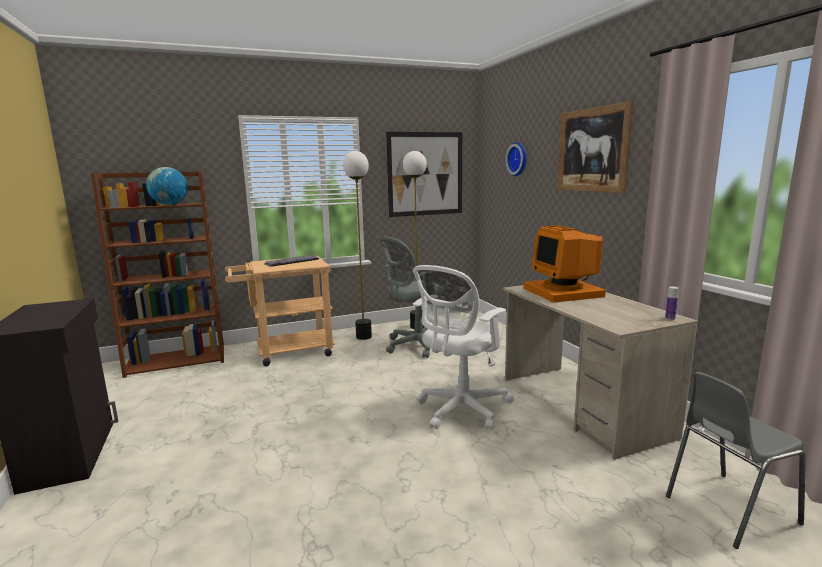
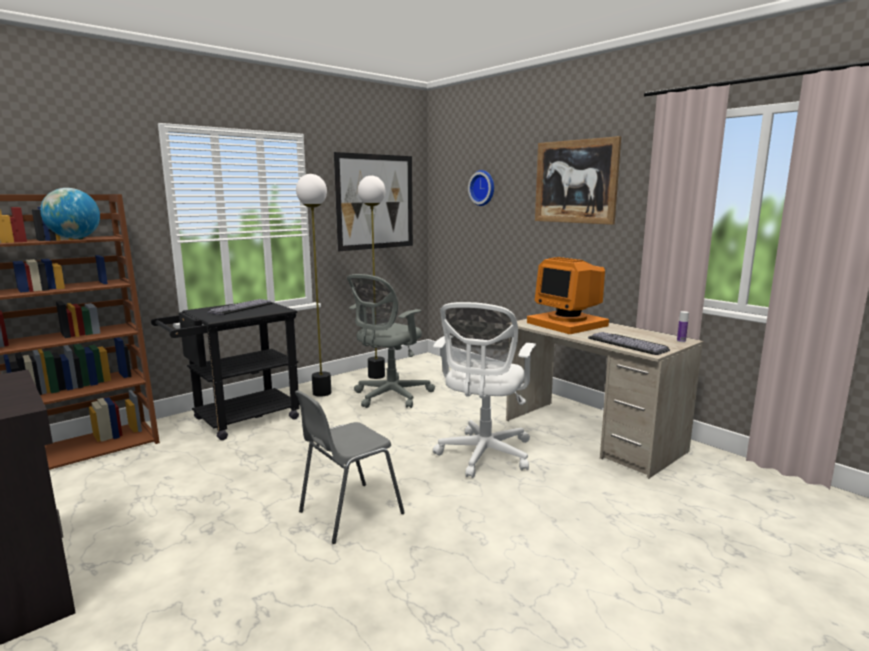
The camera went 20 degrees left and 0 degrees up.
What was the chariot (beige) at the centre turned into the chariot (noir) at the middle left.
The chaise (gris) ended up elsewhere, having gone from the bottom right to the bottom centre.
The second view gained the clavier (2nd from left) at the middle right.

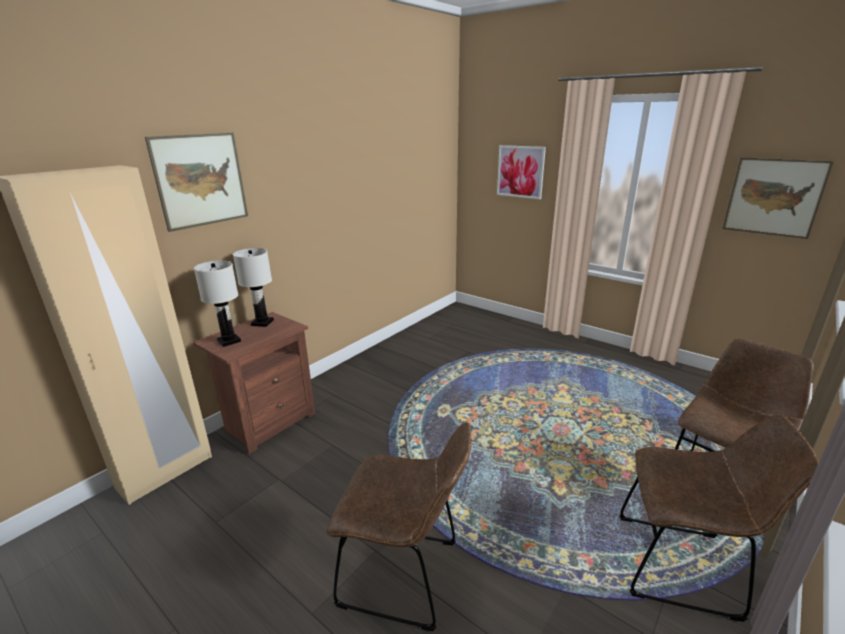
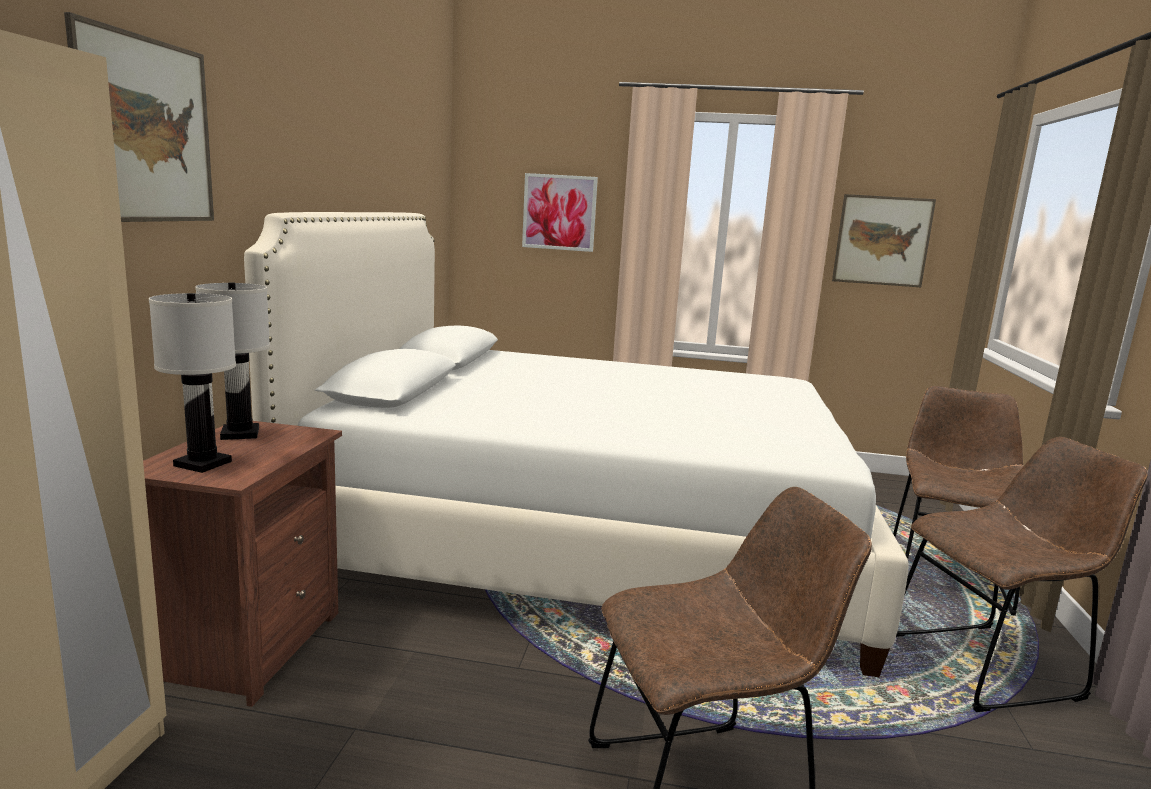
The camera went 30 degrees left and 10 degrees down.
The second view gained the lit (blanc) at the centre.

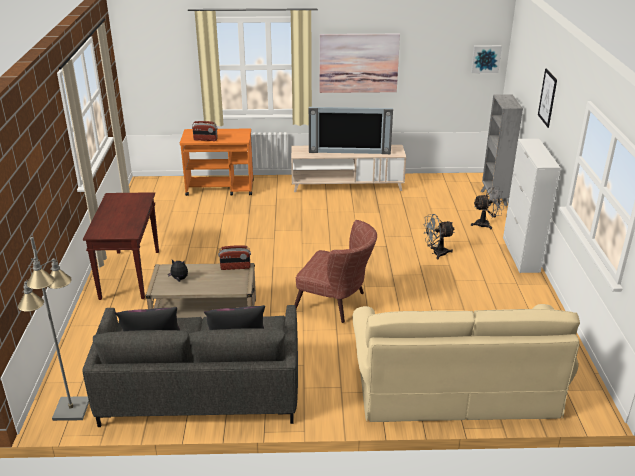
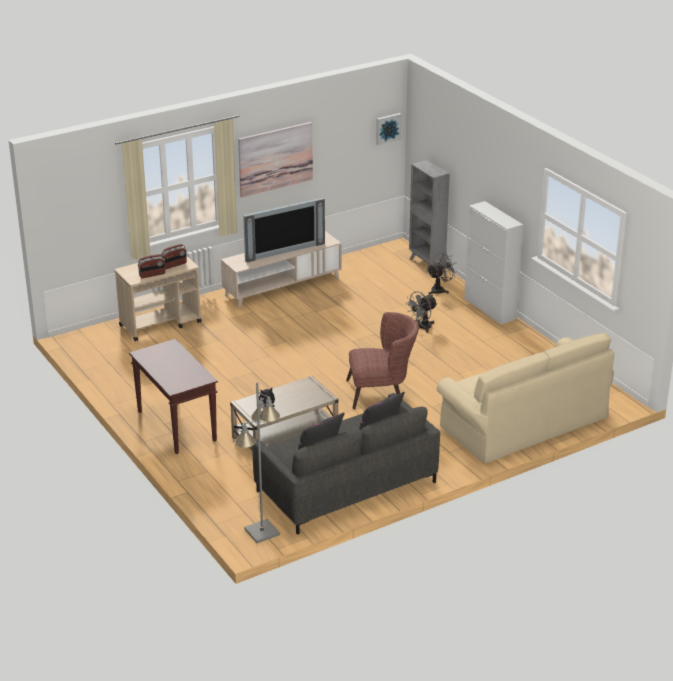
The camera went 30 degrees left and 0 degrees up.
What was the chariot (orange) at the centre turned into the chariot (beige) at the middle left.
The radio (2nd from left) ended up elsewhere, having gone from the centre to the middle left.
The second view lost the tableau (3rd from left) at the top right.

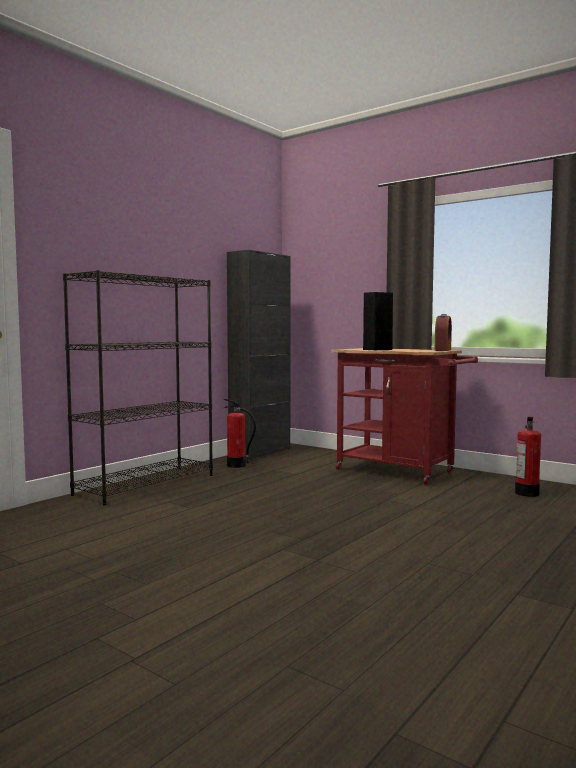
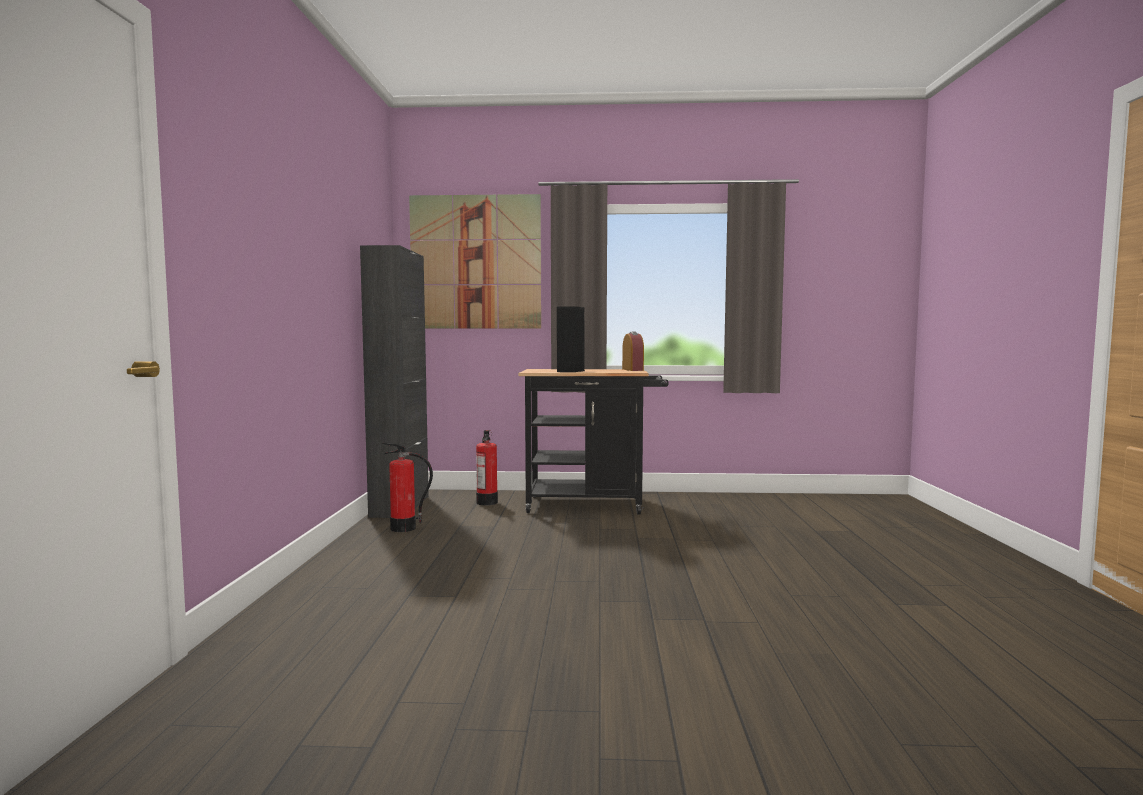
The camera went 35 degrees left and 0 degrees up.
The second view lost the bibliothèque (noir) at the middle left.
What was the chariot (rouge) at the middle right turned into the chariot (noir) at the centre.
The extincteur (2nd from left) ended up elsewhere, having gone from the middle right to the centre.
The second view gained the tableau at the top centre.

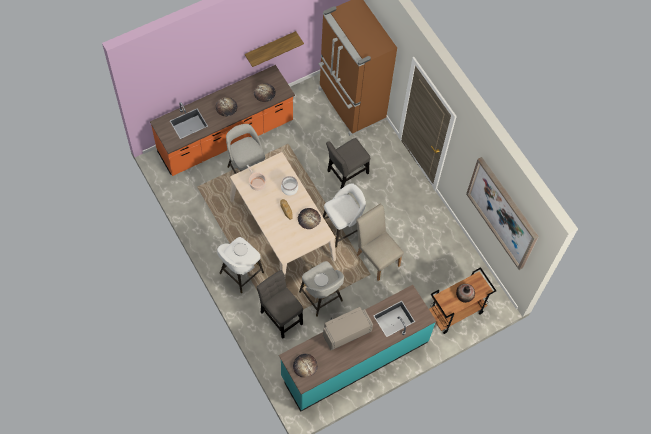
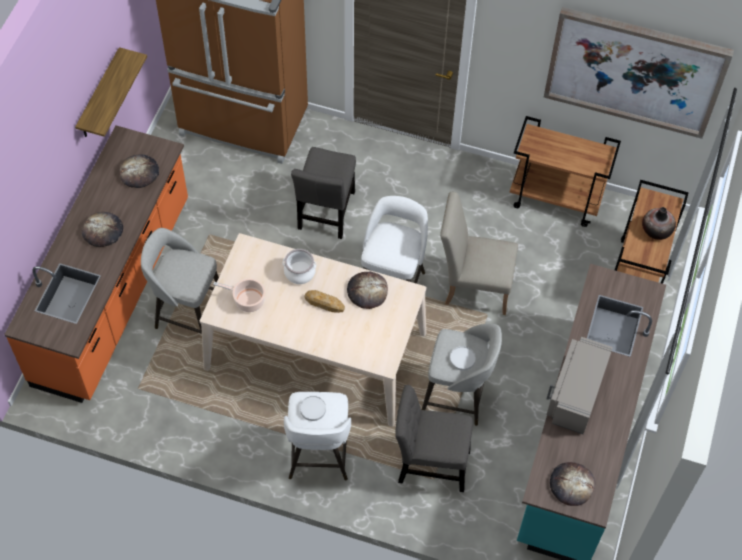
The camera went 40 degrees left and 5 degrees down.
The second view gained the chariot (marron) (1st from left) at the top right.

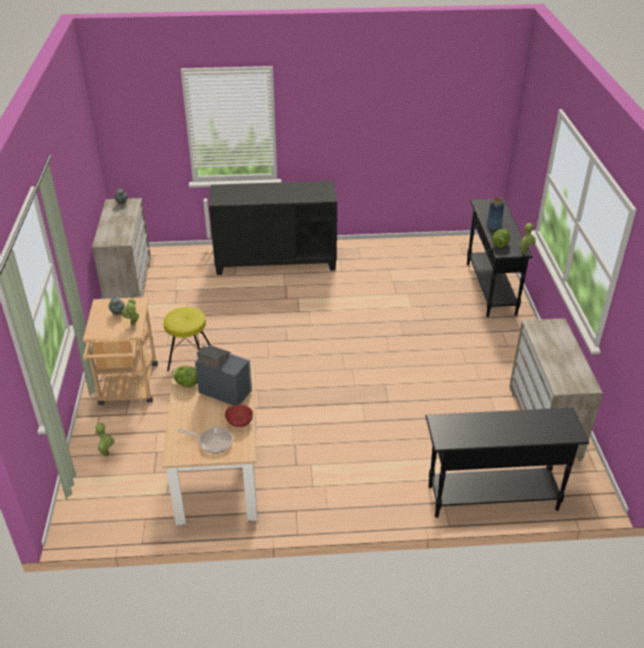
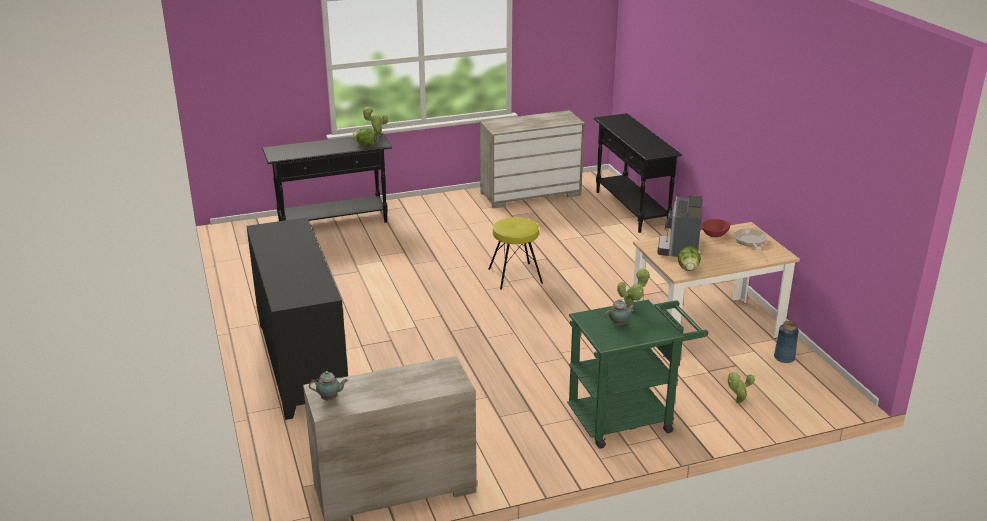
The camera went 105 degrees left and 10 degrees down.
What was the chariot (beige) at the middle left turned into the chariot (vert) at the bottom centre.
The tabouret (jaune) ended up elsewhere, having gone from the middle left to the centre.
The vase (bleu) ended up elsewhere, having gone from the top right to the middle right.

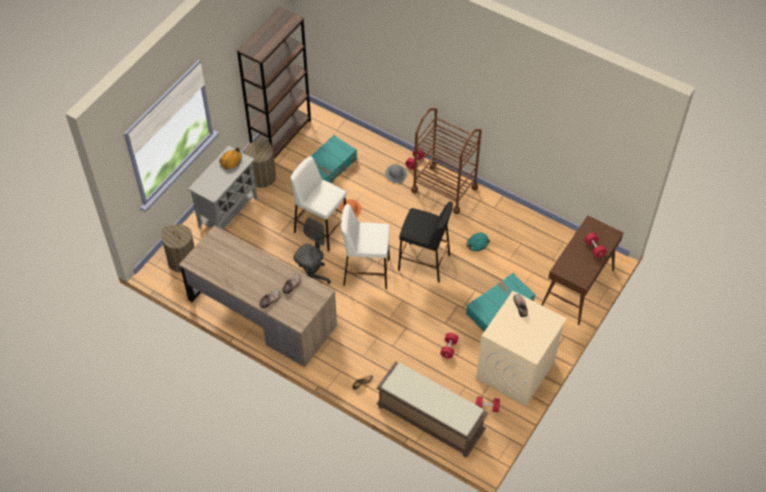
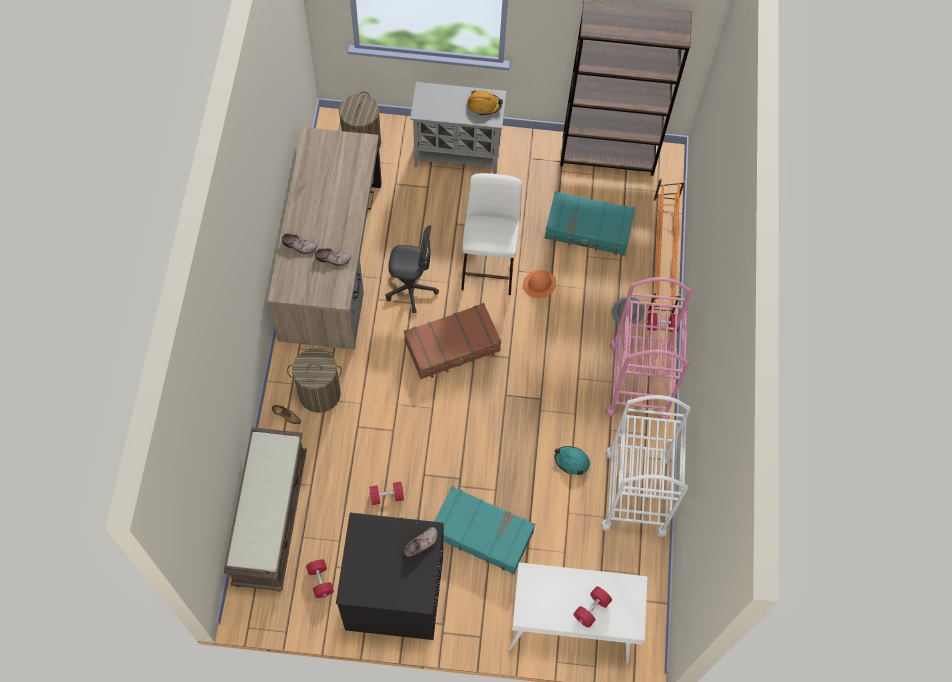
The camera went 60 degrees right and 10 degrees up.
The panier à linge (2nd from left in the first image) ended up elsewhere, having gone from the centre to the middle left.
Where the tabouret (blanc) (2nd from left) stood at the centre, the valise (marron) came to stand at the centre.
The second view lost the tabouret (noir) at the centre.
What was the chariot (marron) at the top centre turned into the chariot (rose) at the middle right.
What was the lave-linge (beige) at the bottom right turned into the lave-linge (noir) at the bottom centre.
What was the table console (marron) at the middle right turned into the table console (blanc) at the bottom centre.
The second view gained the chariot (blanc) at the bottom right.
The second view gained the étagère à chaussures (orange) at the middle right.

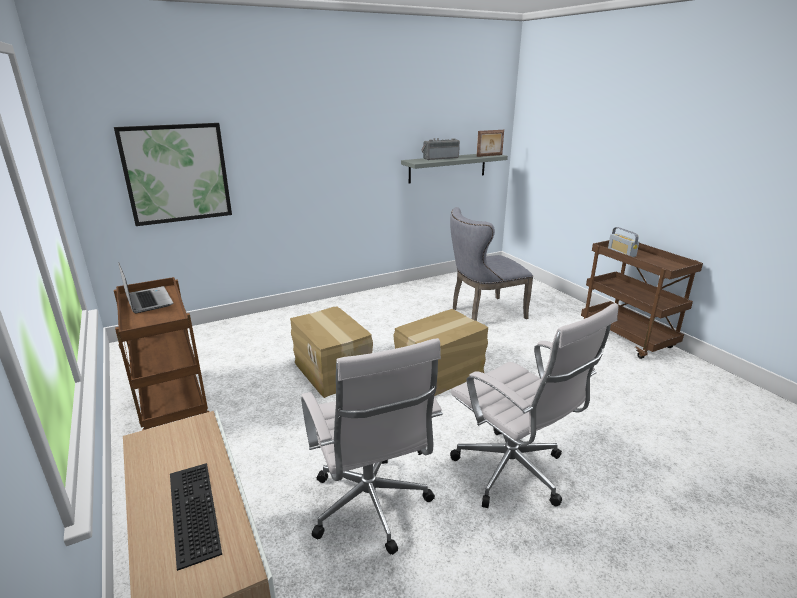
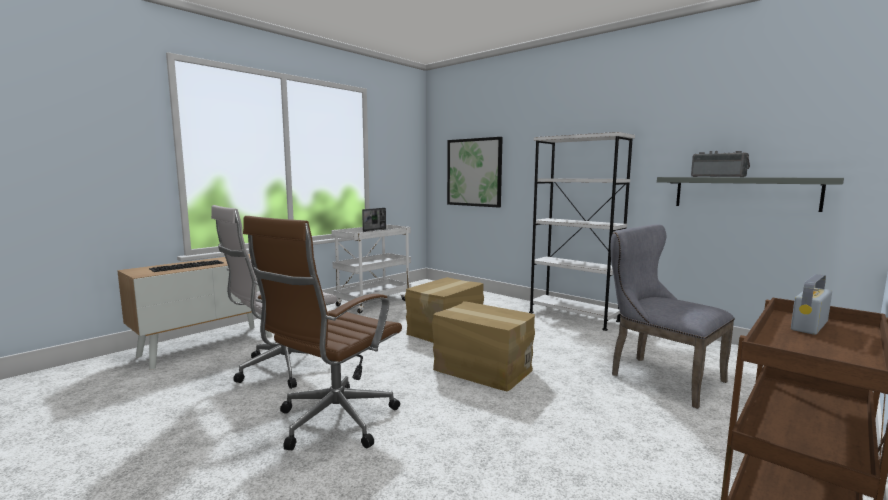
The camera went 70 degrees right and 15 degrees down.
What was the chariot (marron) (1st from left) at the middle left turned into the chariot (blanc) at the centre.
What was the chaise de bureau (blanc) (2nd from left) at the bottom right turned into the chaise de bureau (marron) at the centre.
The second view lost the cadre photo at the top centre.
The second view gained the bibliothèque (blanc) at the centre.

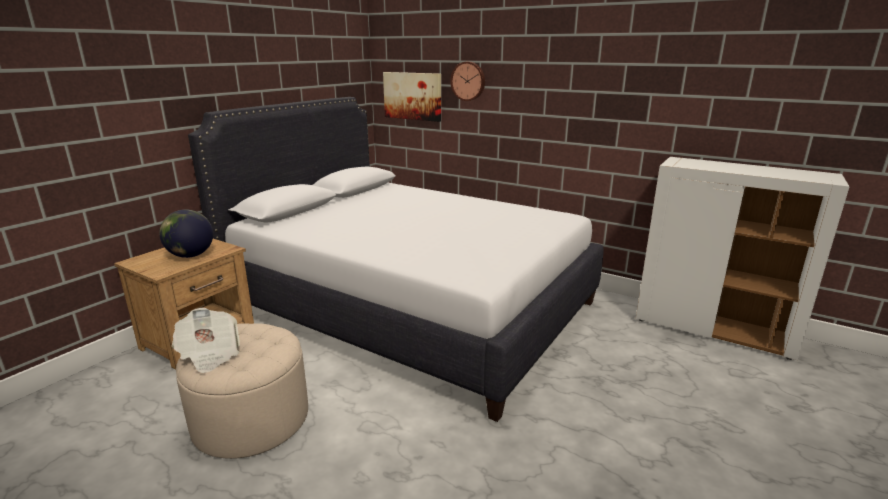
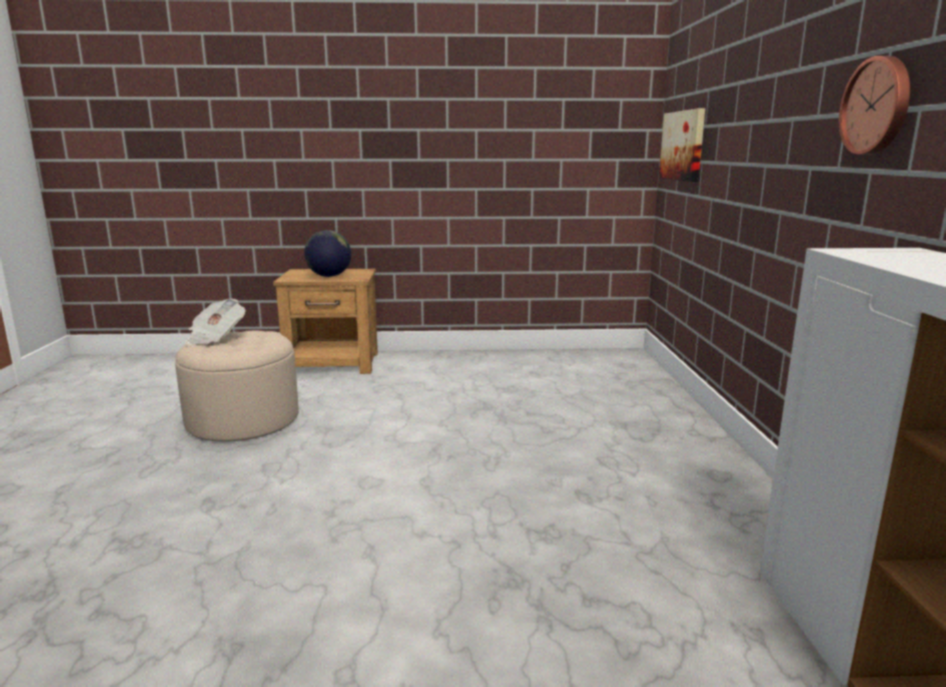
The camera went 55 degrees right and 5 degrees down.
The second view lost the lit (blanc) at the centre.
The horloge murale ended up elsewhere, having gone from the top centre to the top right.

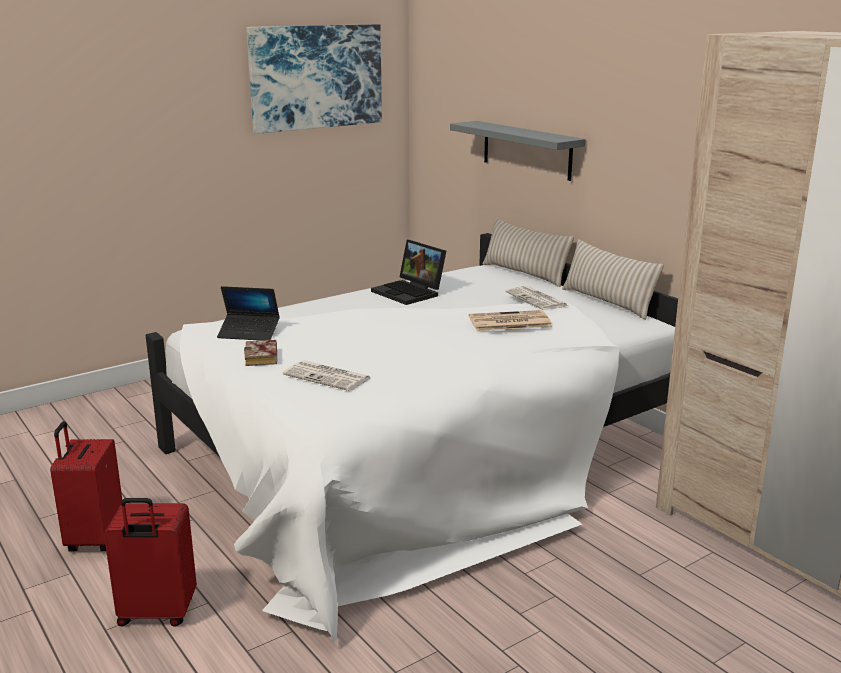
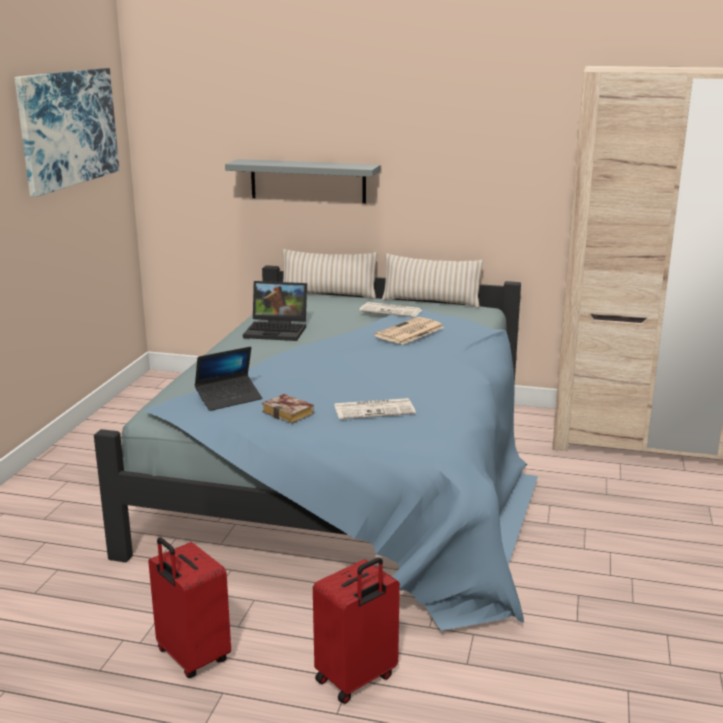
The camera went 40 degrees left and 0 degrees up.
What was the lit (blanc) at the centre turned into the lit (bleu) at the centre.

